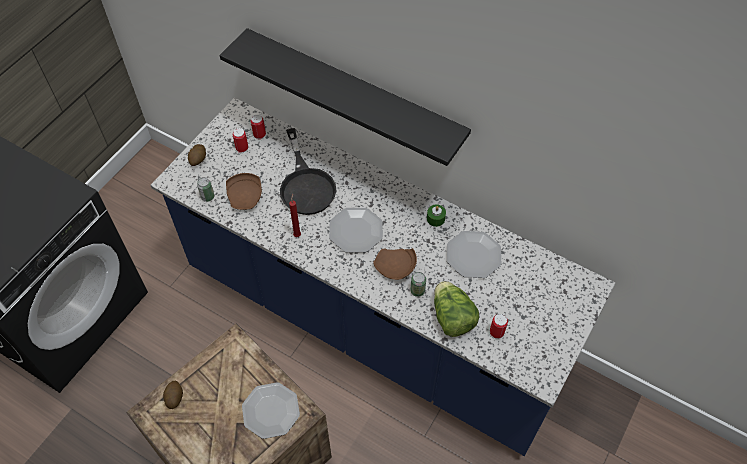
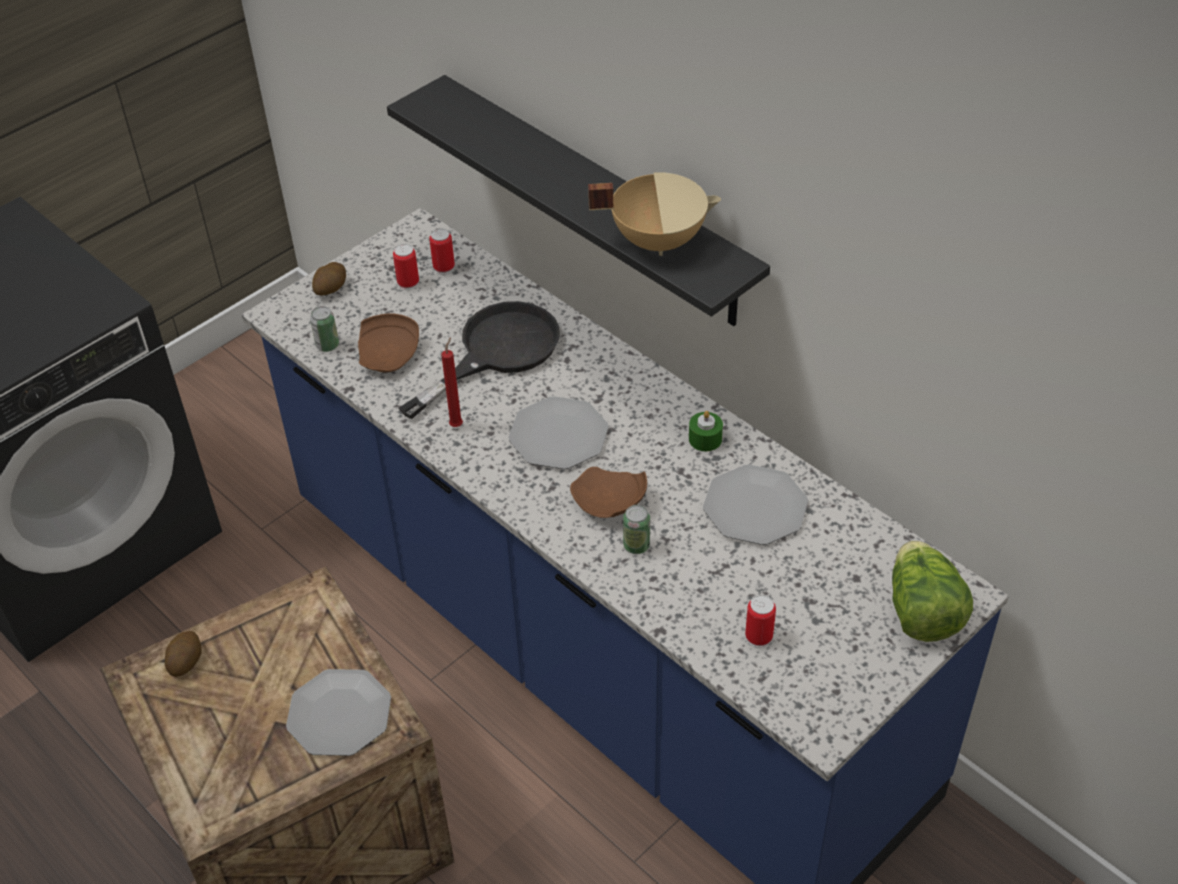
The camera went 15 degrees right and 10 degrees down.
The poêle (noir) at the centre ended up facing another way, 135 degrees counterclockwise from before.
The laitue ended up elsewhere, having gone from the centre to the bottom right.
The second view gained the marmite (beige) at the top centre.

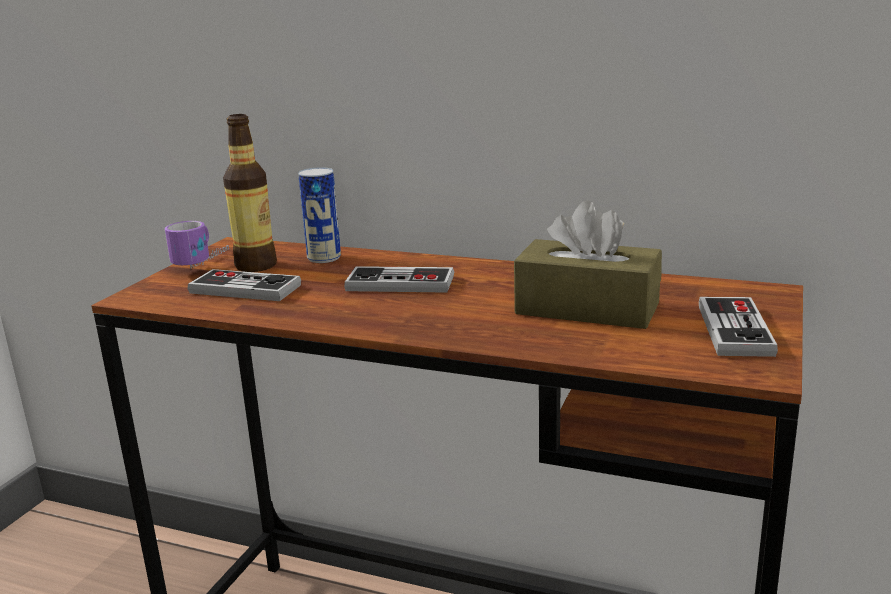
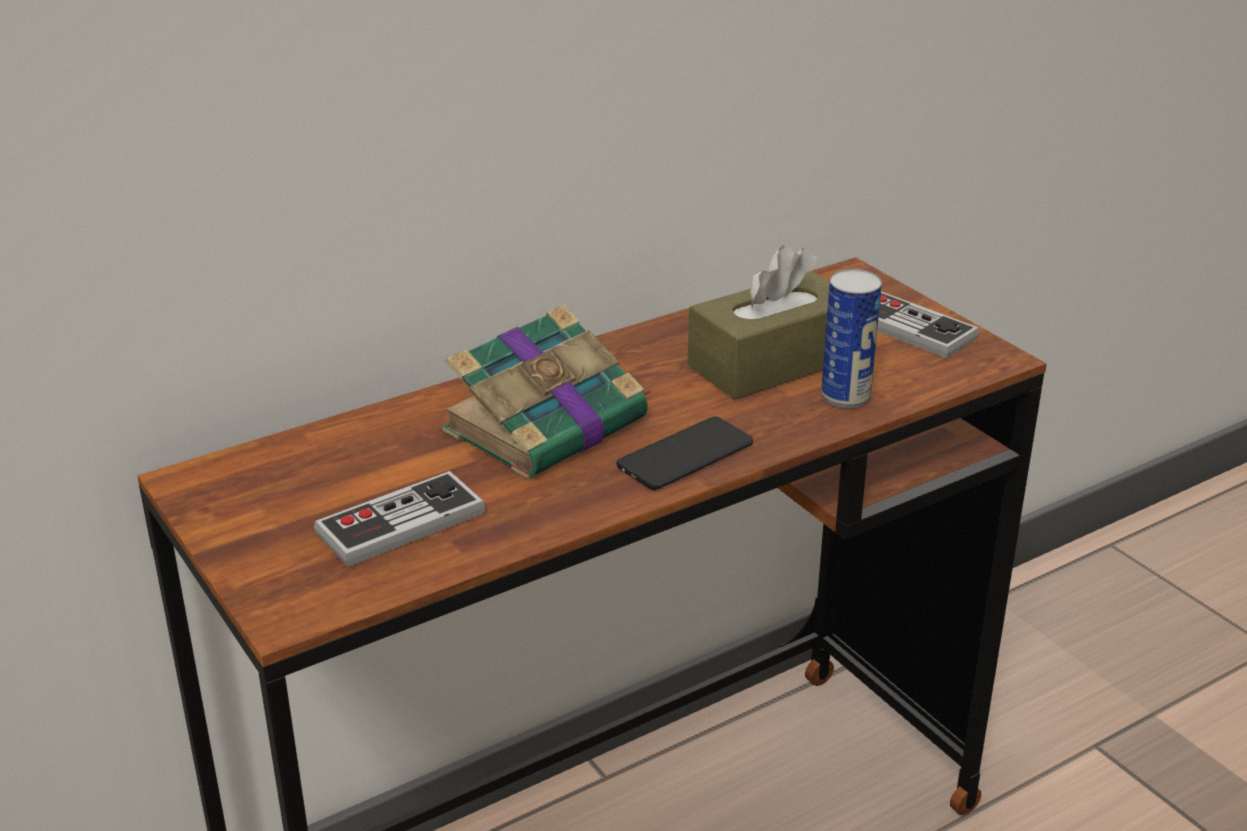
The camera went 55 degrees left and 10 degrees up.
The second view lost the mug at the middle left.
The second view lost the bouteille at the top left.
The boîte métallique ended up elsewhere, having gone from the centre to the middle right.
Where the manette (2nd from left) stood at the centre, the livre came to stand at the centre.
The second view gained the téléphone at the centre.

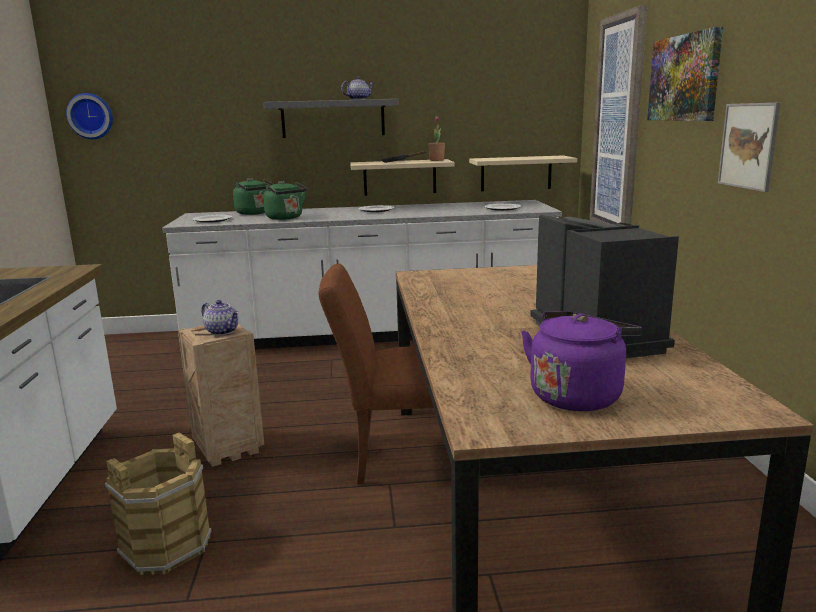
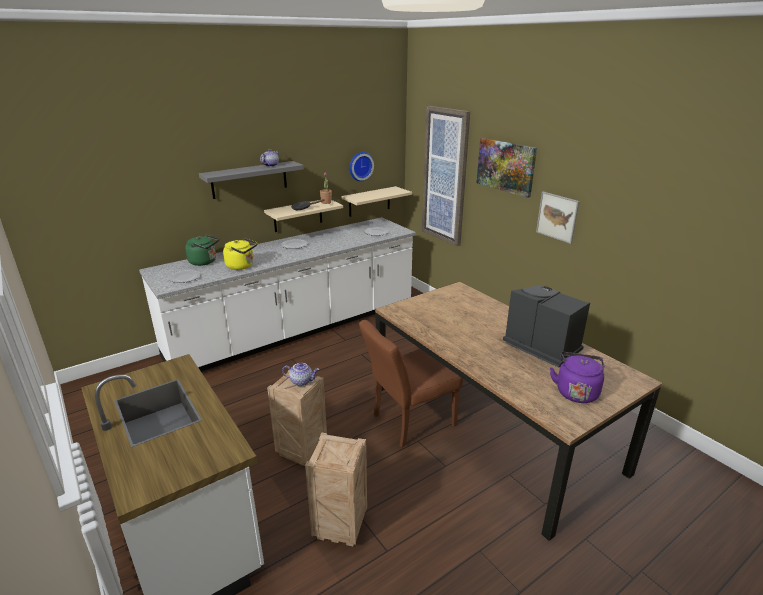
The camera went 30 degrees left and 10 degrees up.
The horloge murale ended up elsewhere, having gone from the top left to the top centre.
Where the seau (marron) stood at the bottom left, the caisse (2nd from left) came to stand at the bottom centre.
What was the bouilloire (vert) (2nd from left) at the top centre turned into the bouilloire (jaune) at the middle left.

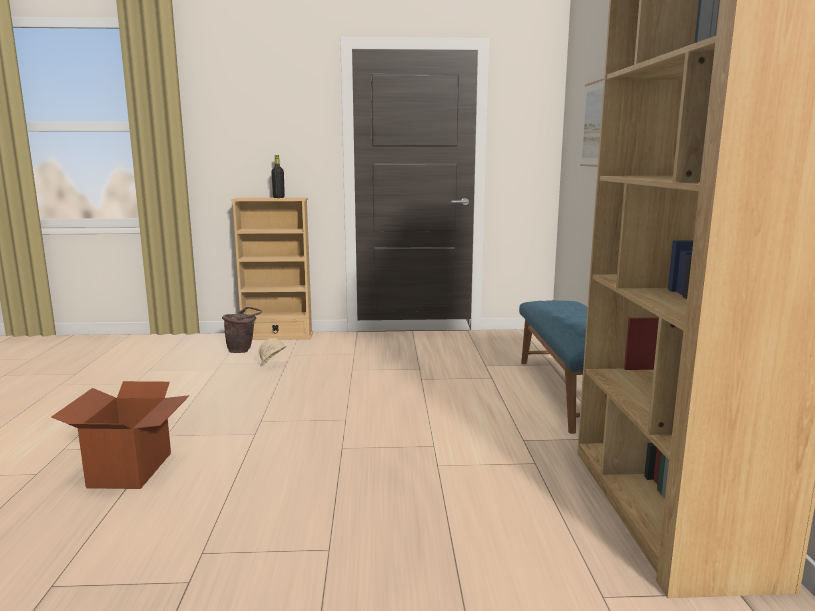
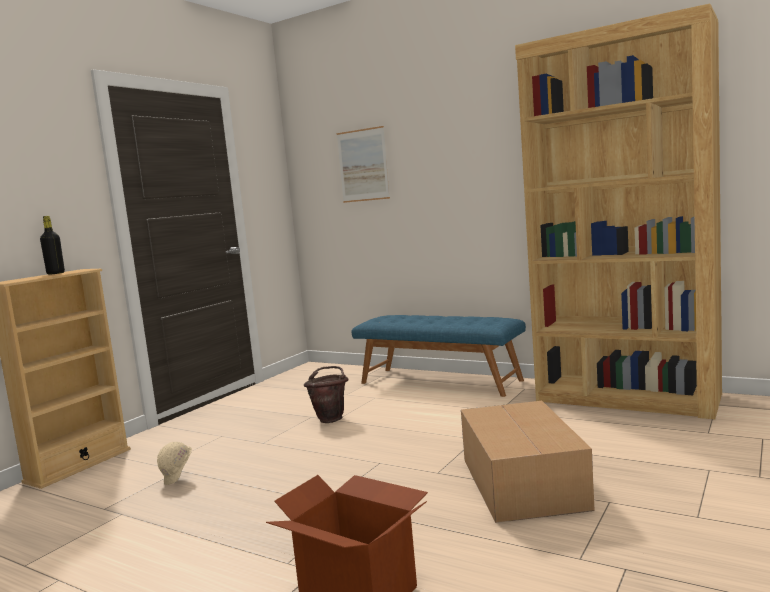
The camera went 55 degrees left and 5 degrees down.
The seau (marron) ended up elsewhere, having gone from the middle left to the centre.
The second view gained the carton (2nd from left) at the bottom right.

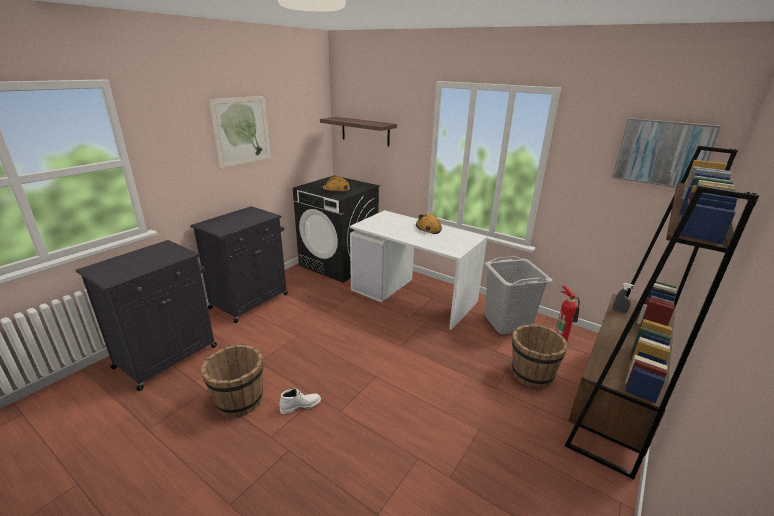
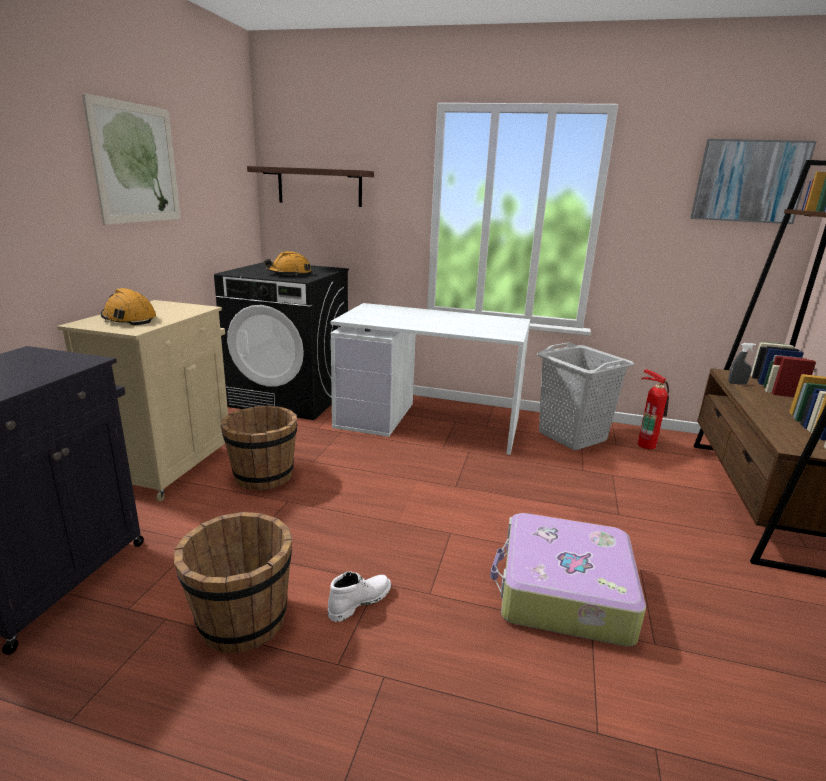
The camera went 20 degrees left and 5 degrees down.
What was the meuble de rangement (noir) (2nd from left) at the middle left turned into the meuble de rangement (beige) at the middle left.
The casque de chantier (orange) (2nd from left in the first image) ended up elsewhere, having gone from the centre to the middle left.
The seau (marron) (2nd from left) ended up elsewhere, having gone from the bottom right to the middle left.
The second view gained the valise at the bottom right.

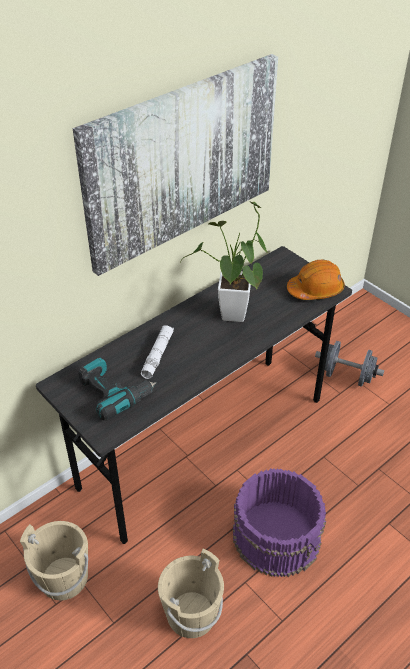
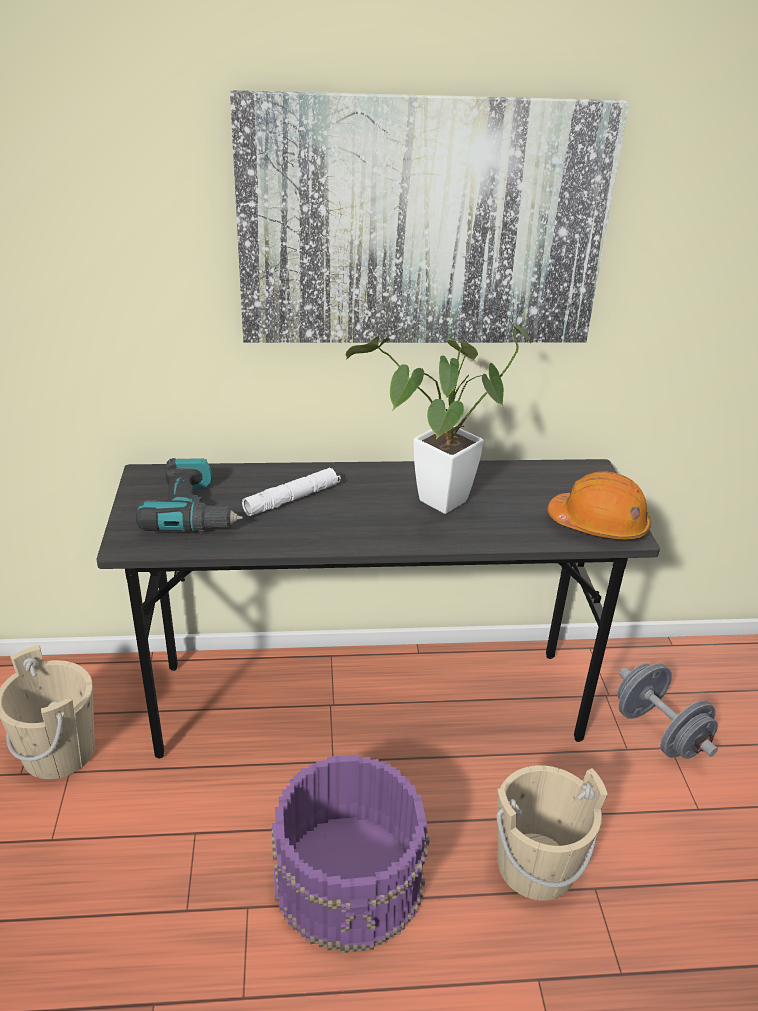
The camera went 35 degrees right and 10 degrees down.
The seau (beige) (2nd from left) ended up elsewhere, having gone from the bottom centre to the bottom right.

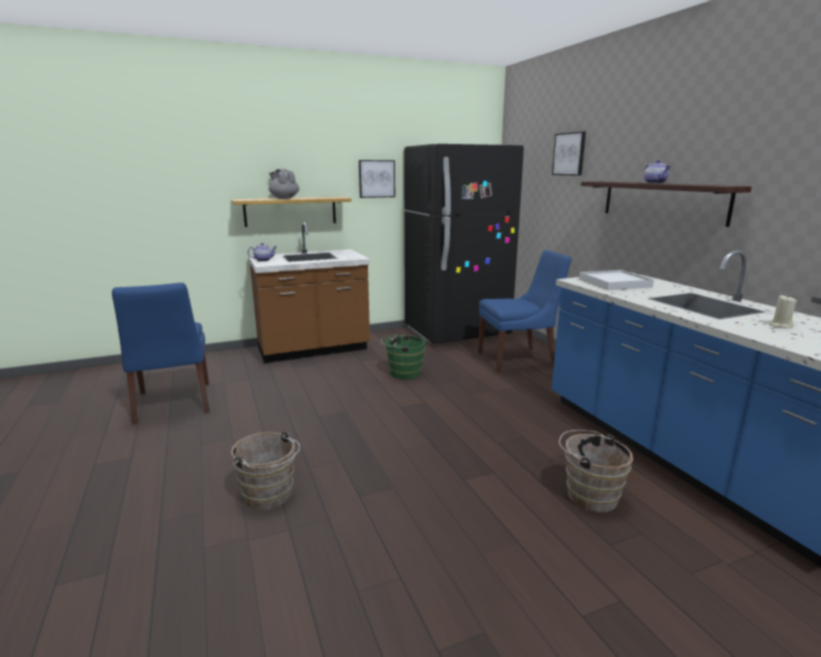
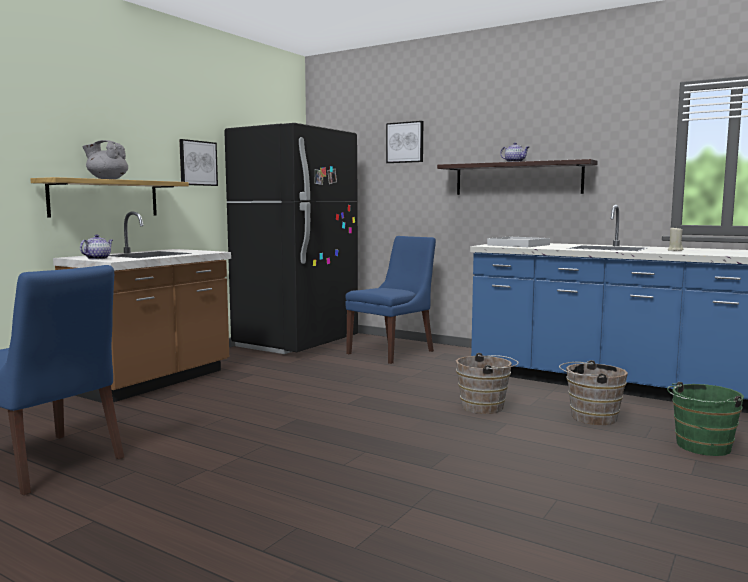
The camera went 35 degrees left and 10 degrees down.
The seau (marron) (1st from left) ended up elsewhere, having gone from the bottom left to the centre.
The seau (vert) ended up elsewhere, having gone from the centre to the bottom right.

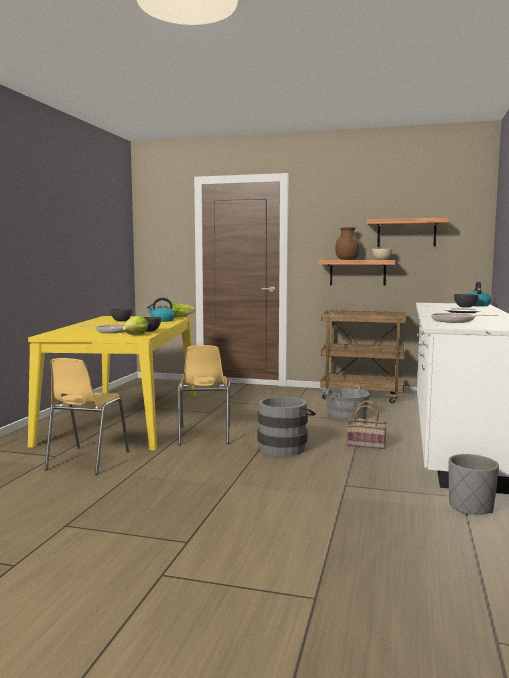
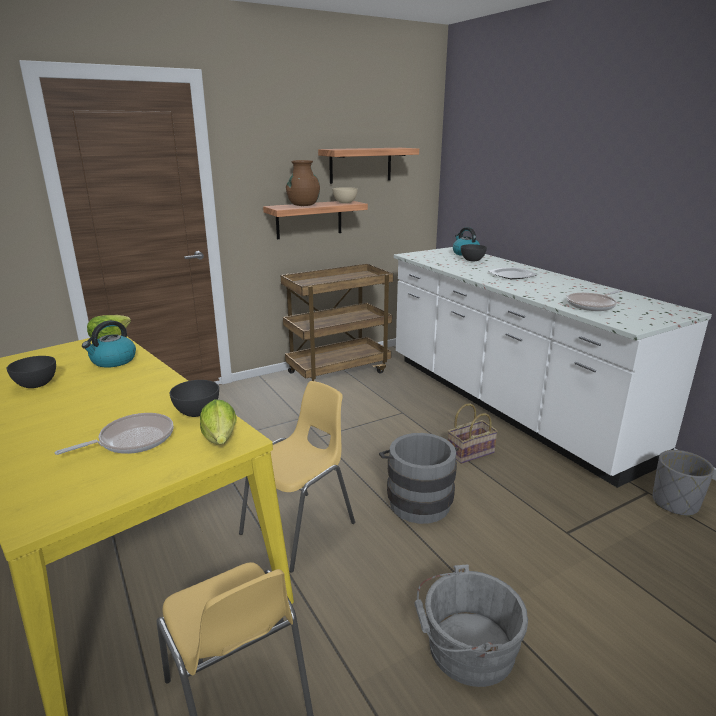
The camera went 45 degrees left and 15 degrees up.
The chaise (jaune) (2nd from left) at the centre ended up facing another way, 90 degrees counterclockwise from before.
The seau (gris) (2nd from left) ended up elsewhere, having gone from the middle right to the bottom centre.

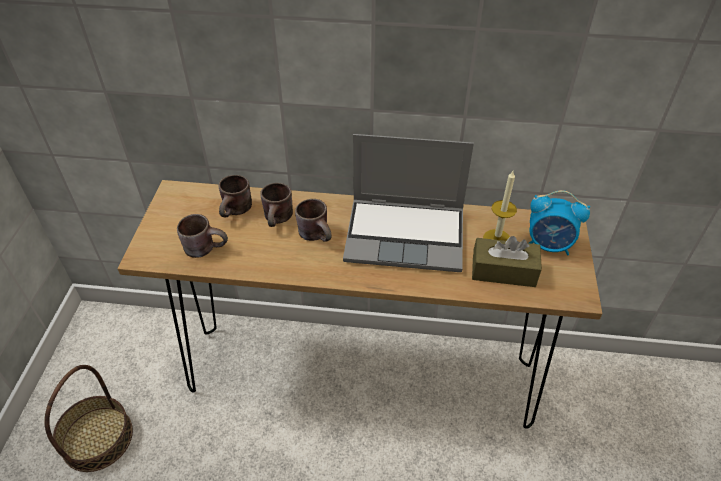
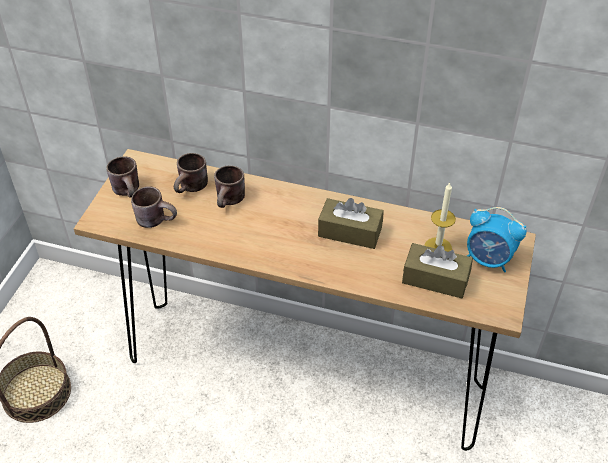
The camera went 10 degrees right and 0 degrees up.
The mug (marron) (4th from left in the first image) ended up elsewhere, having gone from the centre to the middle left.
Where the ordinateur portable stood at the centre, the boîte à mouchoirs (marron) (1st from left) came to stand at the centre.

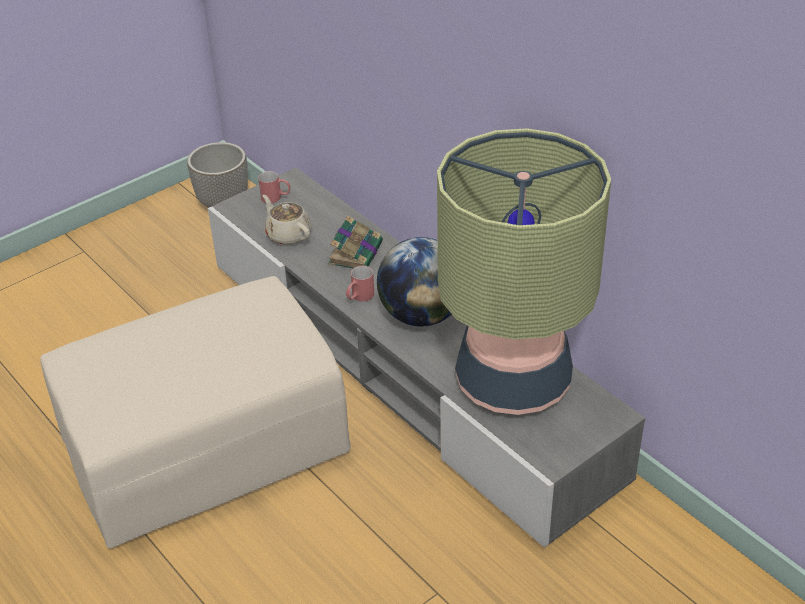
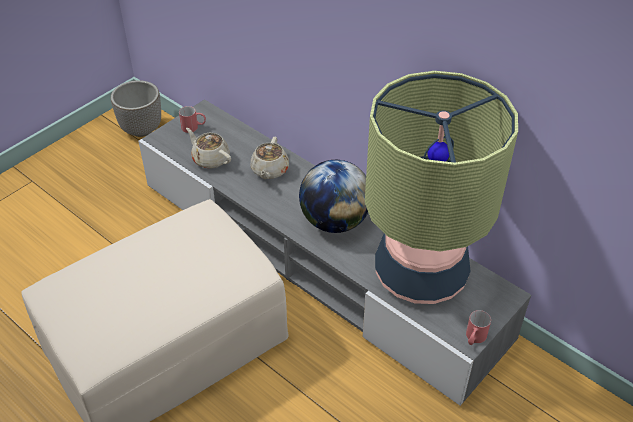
The camera went 10 degrees left and 5 degrees up.
Where the livre stood at the centre, the théière (beige) (2nd from left) came to stand at the centre.
The mug (rouge) (2nd from left) ended up elsewhere, having gone from the centre to the bottom right.

